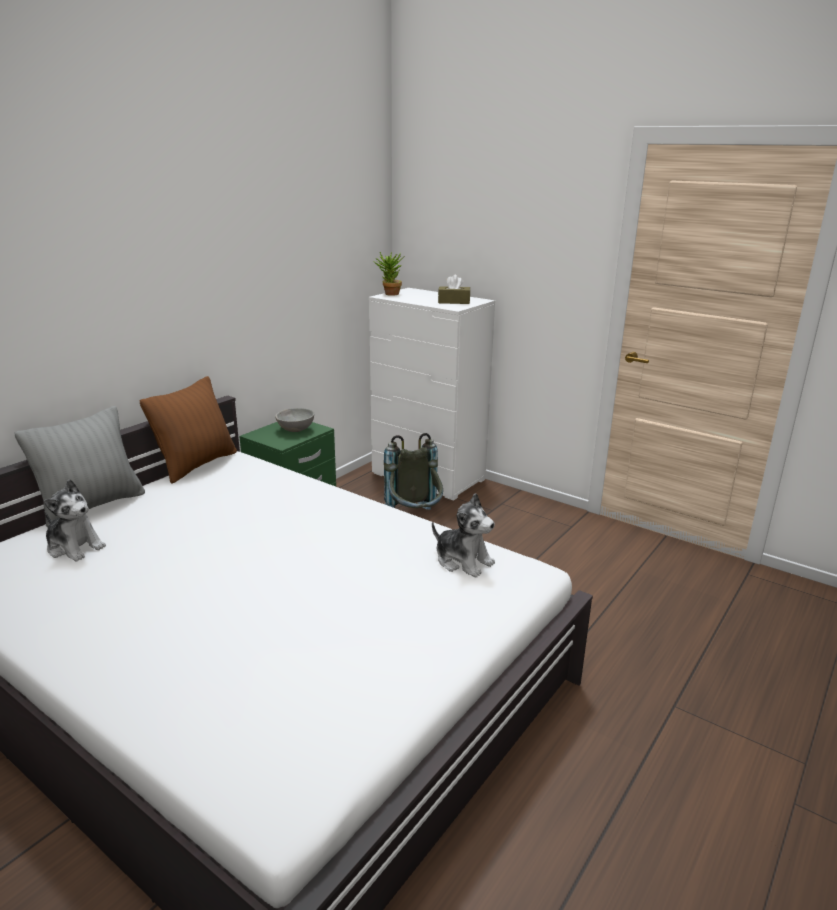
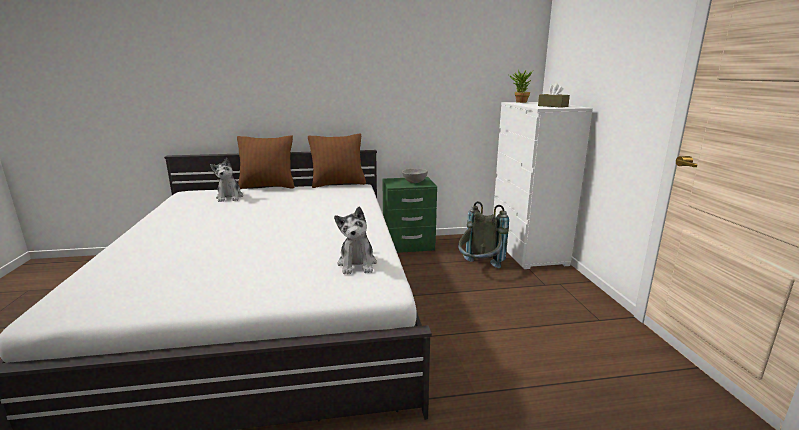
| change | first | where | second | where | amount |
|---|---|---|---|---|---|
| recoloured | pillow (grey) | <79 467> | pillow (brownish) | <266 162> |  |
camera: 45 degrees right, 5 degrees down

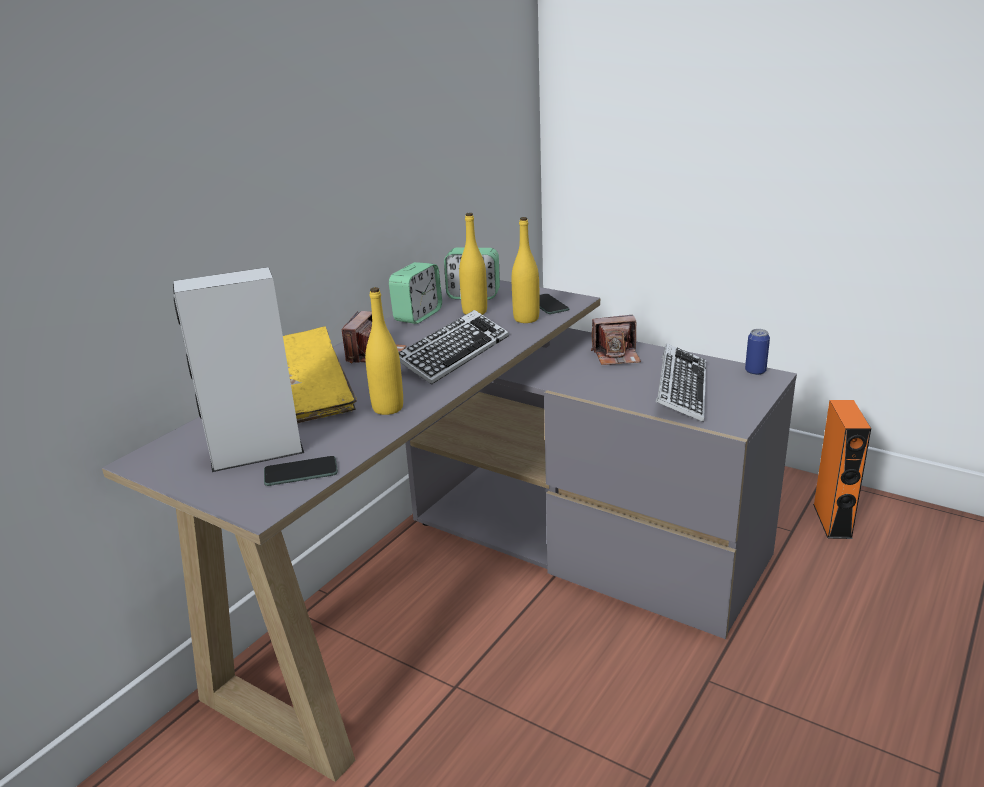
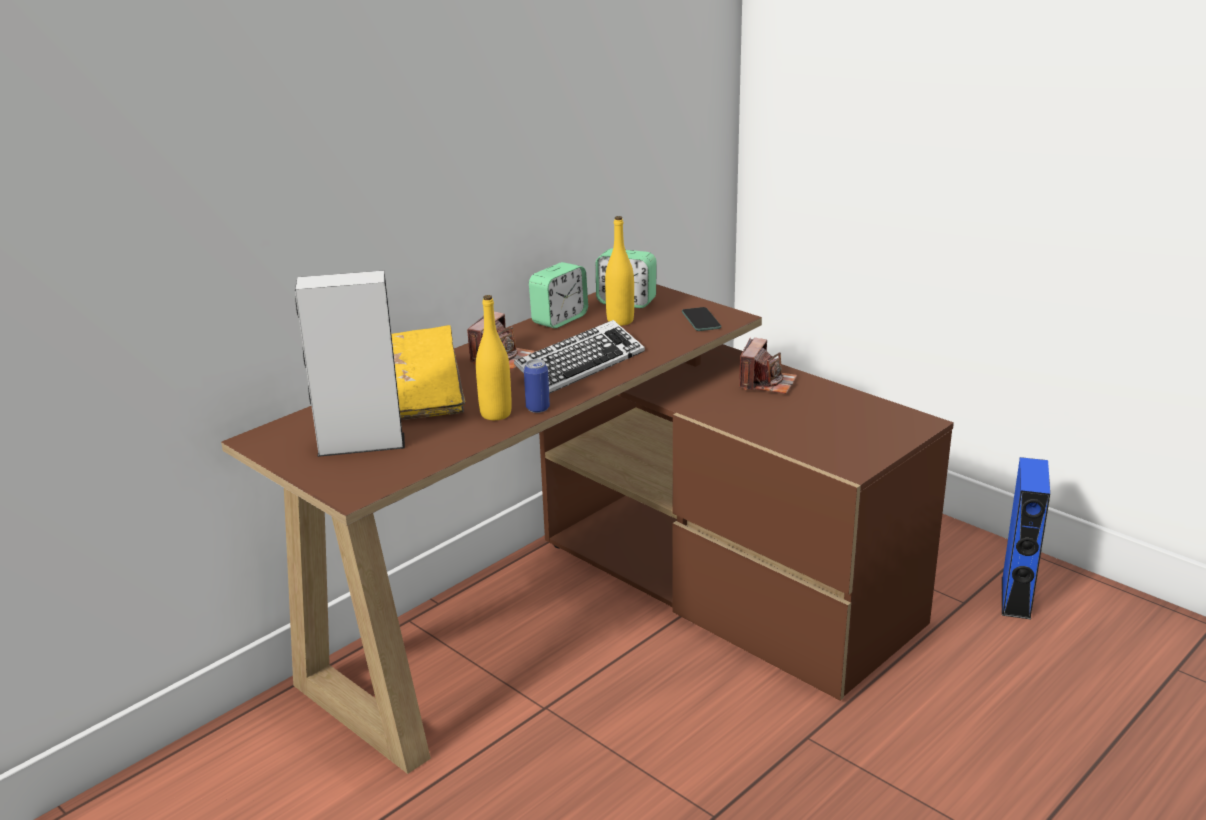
| change | first | where | second | where | amount |
|---|---|---|---|---|---|
| recoloured | desk unit (grey) | <449 531> | desk unit (brownish) | <587 529> |  |
| removed | telephone | <301 471> |  |  |  |
| removed | beverage bottle (yellow-coloured) | <526 270> |  |  |  |
| turned | photo camera | <616 340> |  | <768 366> | 75 degrees counterclockwise |
| removed | keyboard | <681 382> |  |  |  |
| moved | metal can | <757 352> |  | <537 386> |  |
| recoloured | audio speaker (orange) | <842 469> | audio speaker (blue-coloured) | <1026 538> |  |
camera: 10 degrees right, 0 degrees up

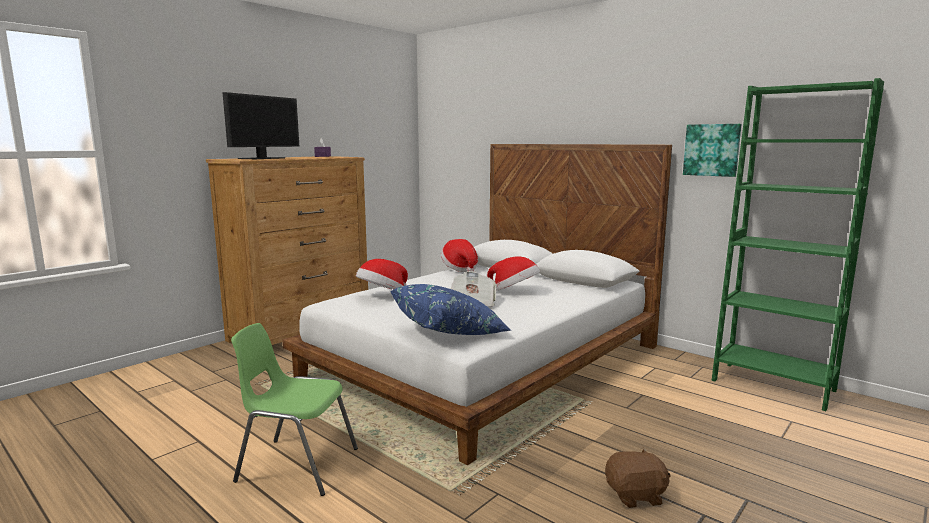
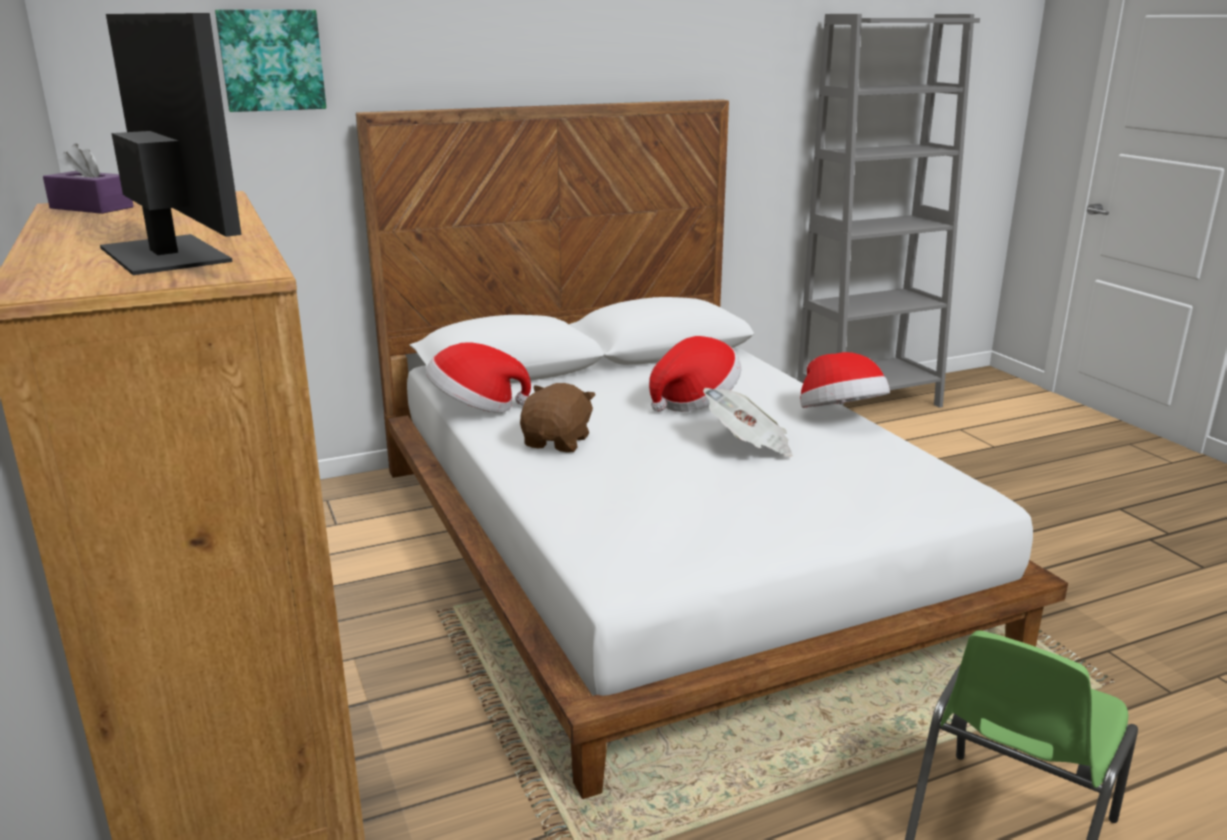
| change | first | where | second | where | amount |
|---|---|---|---|---|---|
| moved | clothing hat | <382 274> |  | <845 380> |  |
| removed | pillow (blue-coloured) | <450 309> |  |  |  |
| moved | cuddly toy (brownish) | <637 478> |  | <558 418> |  |
| moved | wall art | <712 150> |  | <270 61> |  |
| recoloured | shelving unit (green-coloured) | <798 244> | shelving unit (grey) | <888 211> |  |
camera: 65 degrees left, 10 degrees up

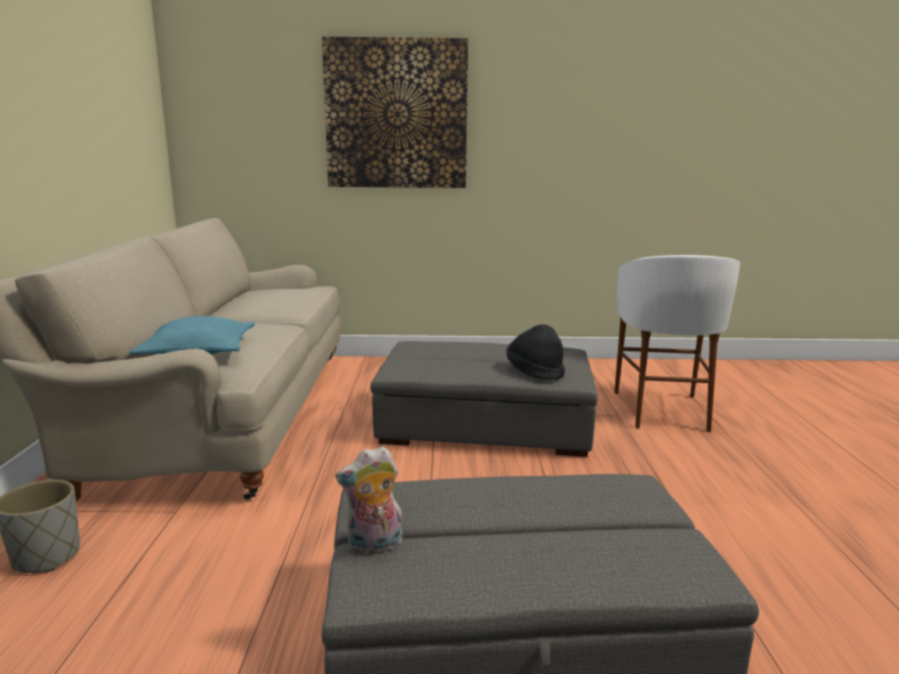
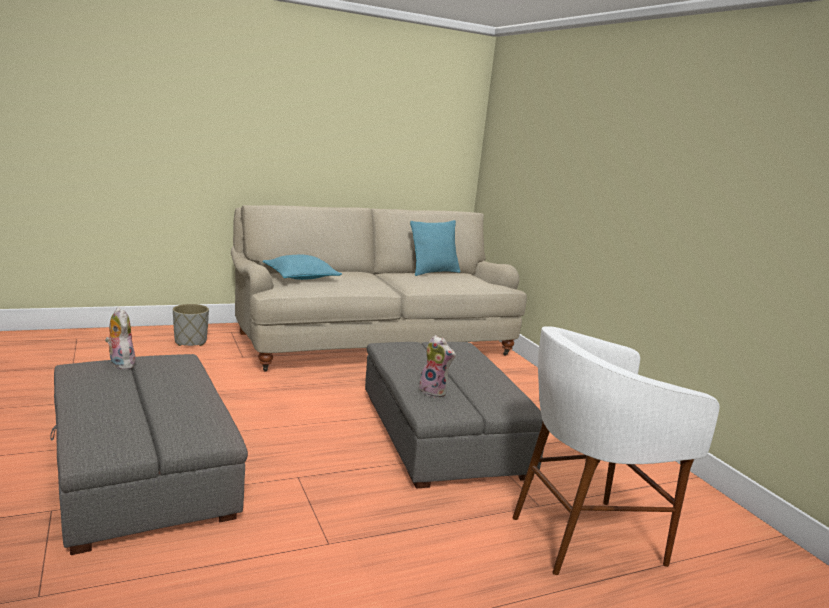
| change | first | where | second | where | amount |
|---|---|---|---|---|---|
| removed | wall art | <395 112> |  |  |  |
| replaced | clothing hat (black-coloured) | <535 352> | cuddly toy | <437 366> |  |
| added |  |  | pillow (turquoise) | <435 248> |  |
camera: 65 degrees right, 0 degrees up

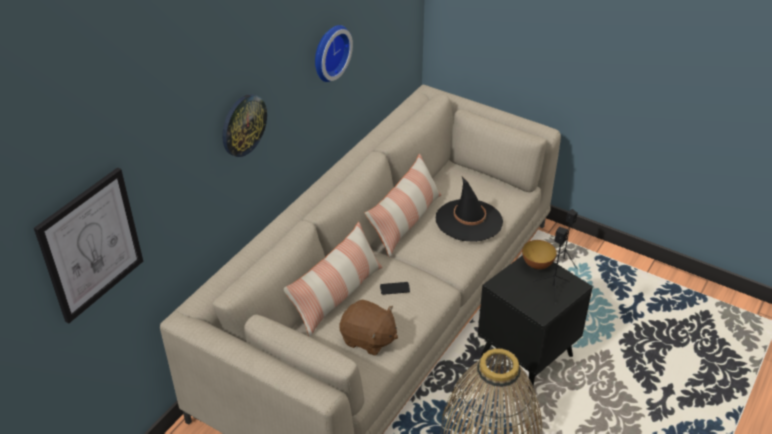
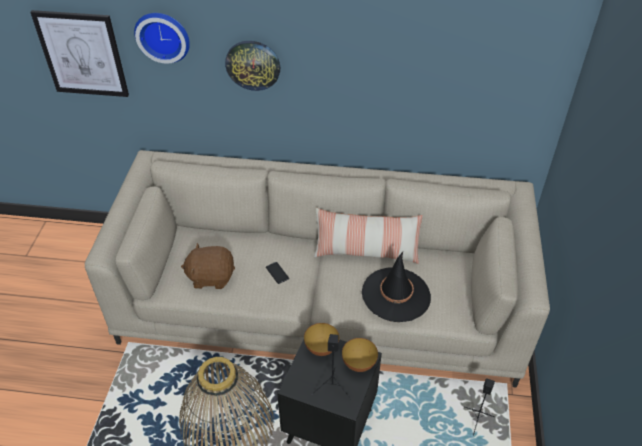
| change | first | where | second | where | amount |
|---|---|---|---|---|---|
| removed | pillow | <333 279> |  |  |  |
| moved | hanging clock | <334 53> |  | <162 38> |  |
| turned | cuddly toy (brownish) | <369 328> |  | <208 266> | 90 degrees clockwise |
| added |  |  | deep dish | <321 339> |  |
camera: 65 degrees right, 5 degrees up

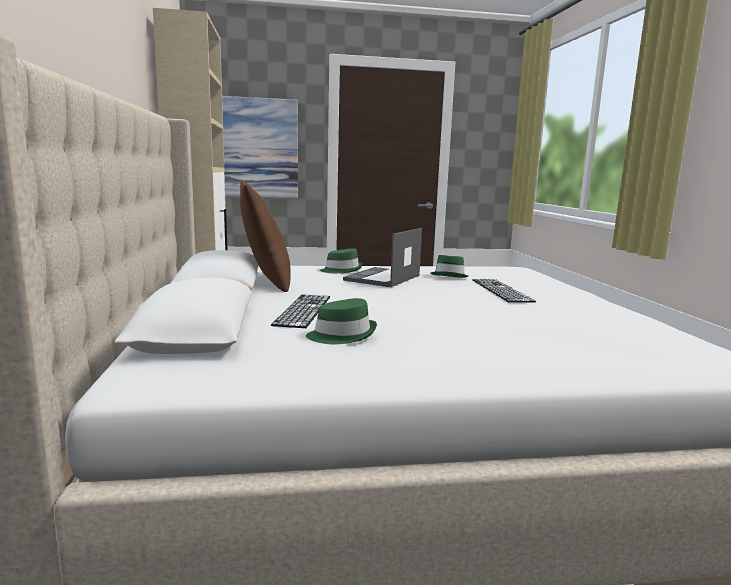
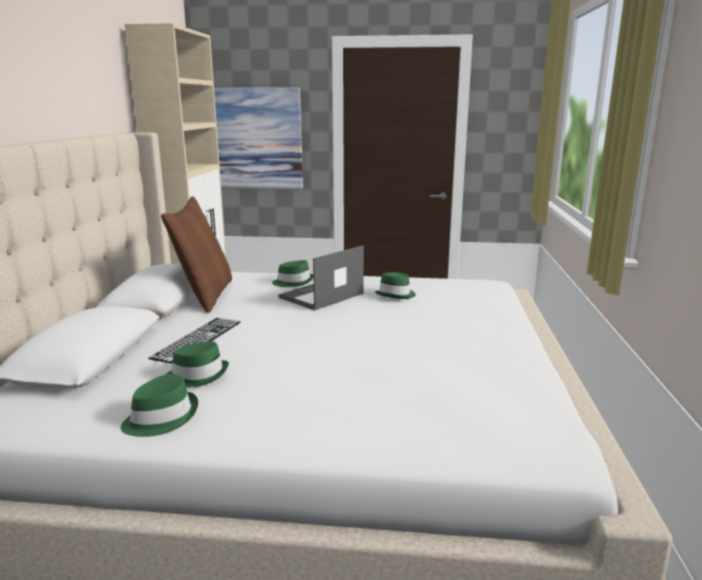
| change | first | where | second | where | amount |
|---|---|---|---|---|---|
| removed | keyboard | <504 291> |  |  |  |
| added |  |  | clothing hat (green-coloured) | <159 405> |  |
camera: 15 degrees right, 5 degrees up

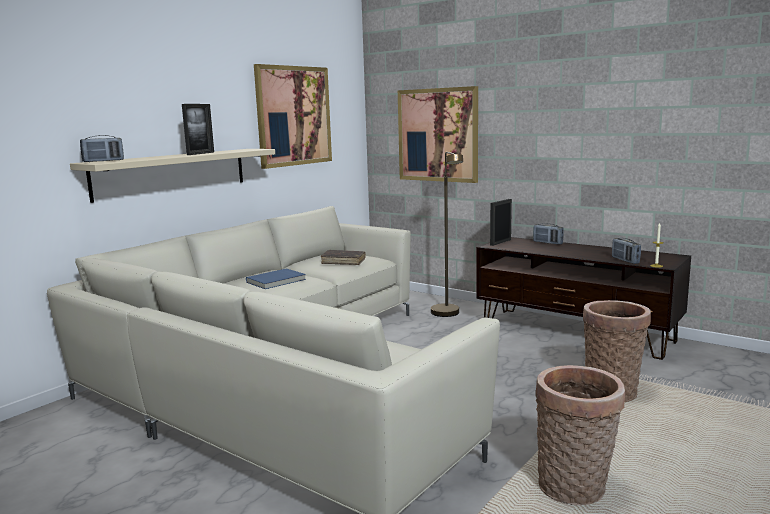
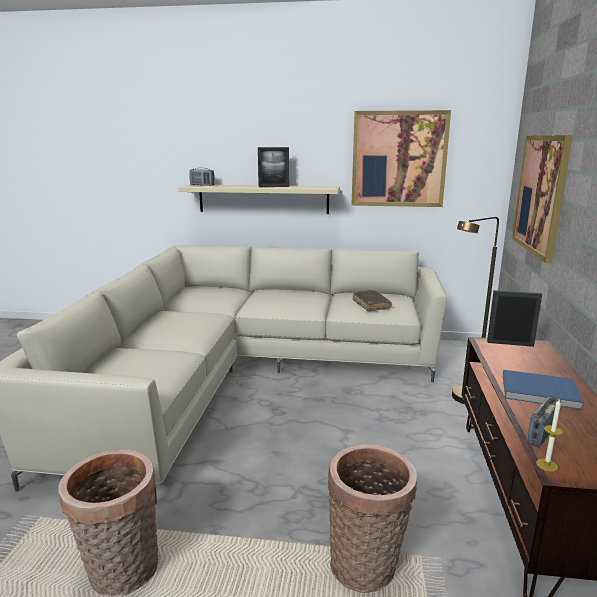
| change | first | where | second | where | amount |
|---|---|---|---|---|---|
| moved | bound book (blue-coloured) | <276 278> |  | <543 390> |  |
| removed | radio receiver | <548 234> |  |  |  |
camera: 60 degrees right, 5 degrees up

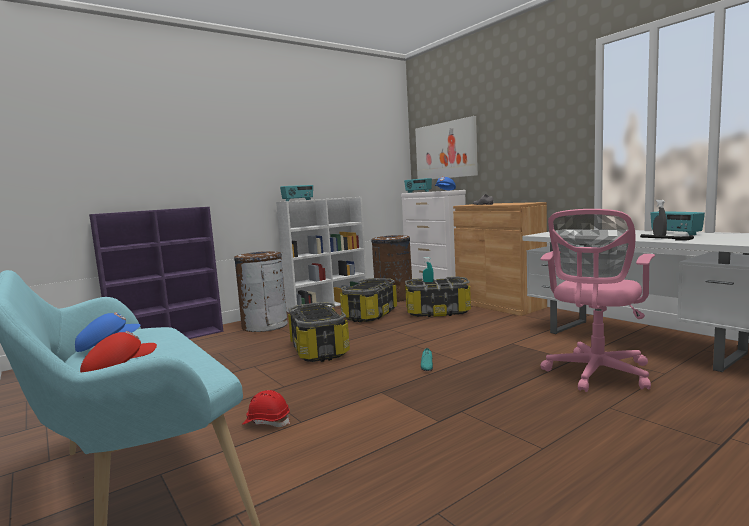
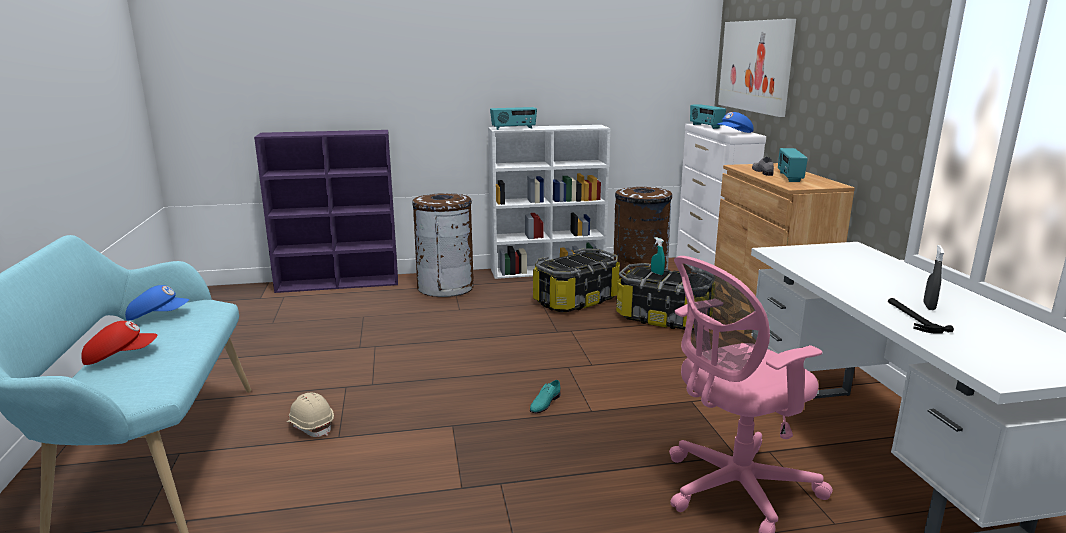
| change | first | where | second | where | amount |
|---|---|---|---|---|---|
| recoloured | work helmet (red-coloured) | <266 408> | work helmet (beige-coloured) | <310 415> |  |
| removed | storage box | <319 332> |  |  |  |
| moved | radio receiver | <678 223> |  | <793 165> |  |
camera: 25 degrees right, 10 degrees up

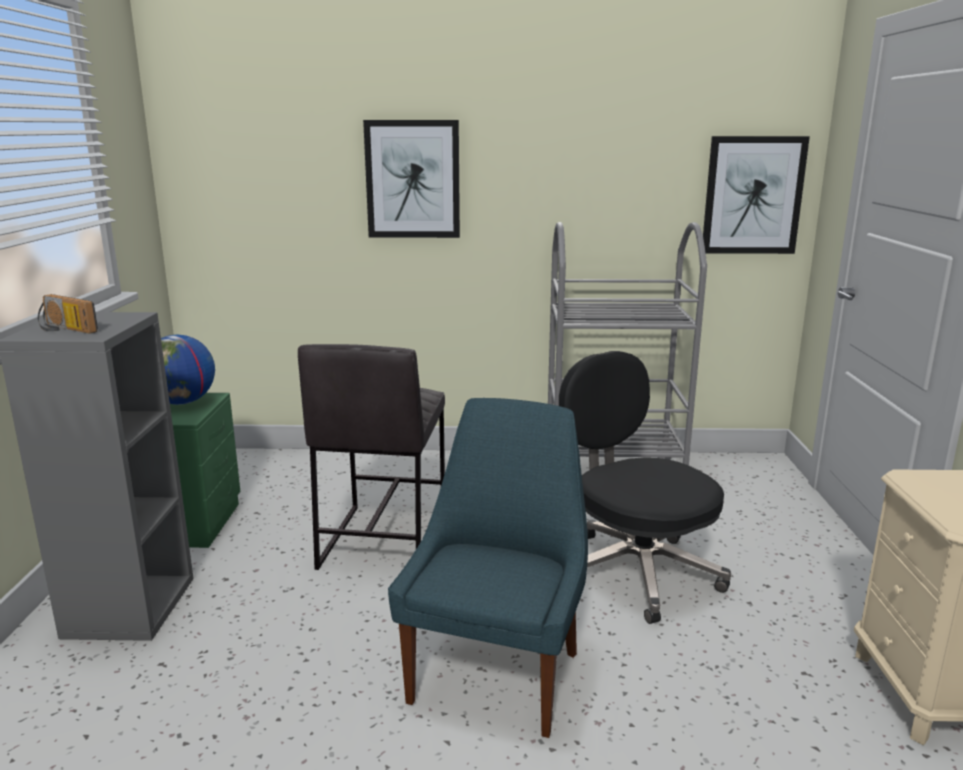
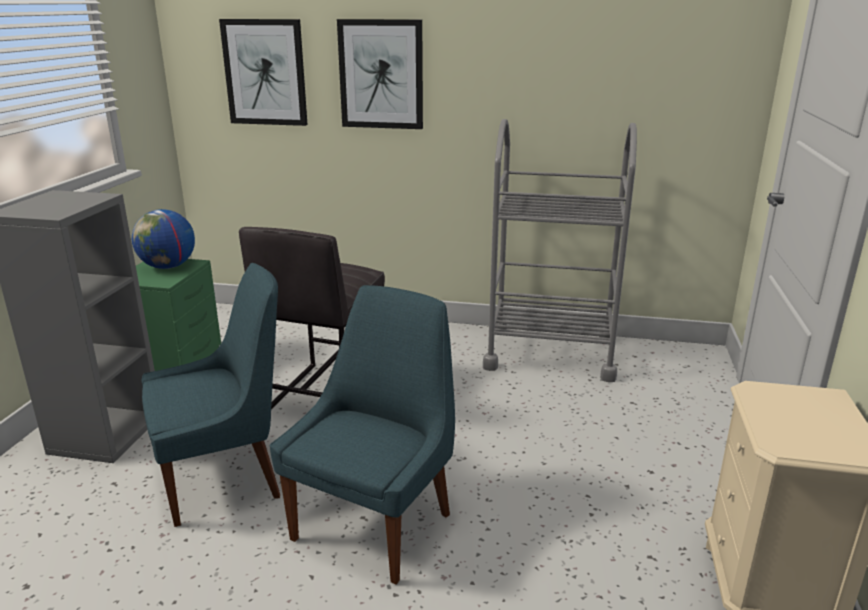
| change | first | where | second | where | amount |
|---|---|---|---|---|---|
| removed | radio receiver | <68 314> |  |  |  |
| removed | office chair (black-coloured) | <645 487> |  |  |  |
| moved | wall art | <756 195> |  | <263 72> |  |
| added |  |  | chair (blue-coloured) | <211 395> |  |
camera: 10 degrees right, 5 degrees up

